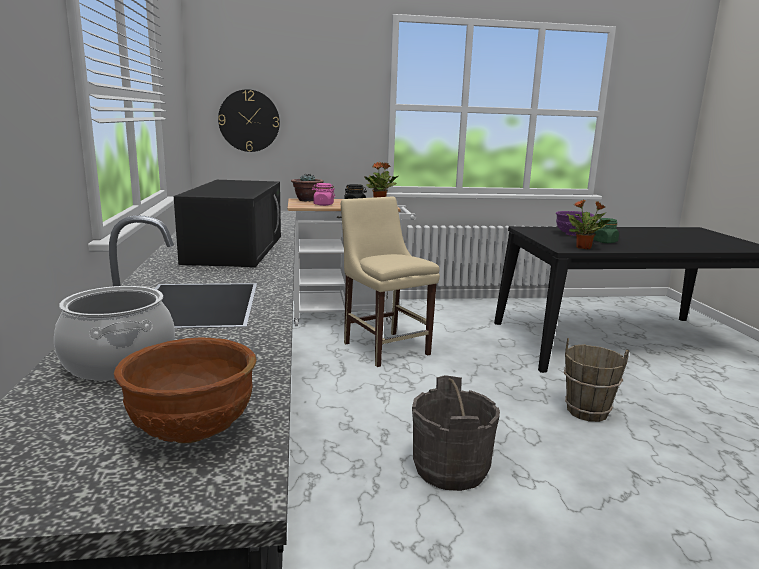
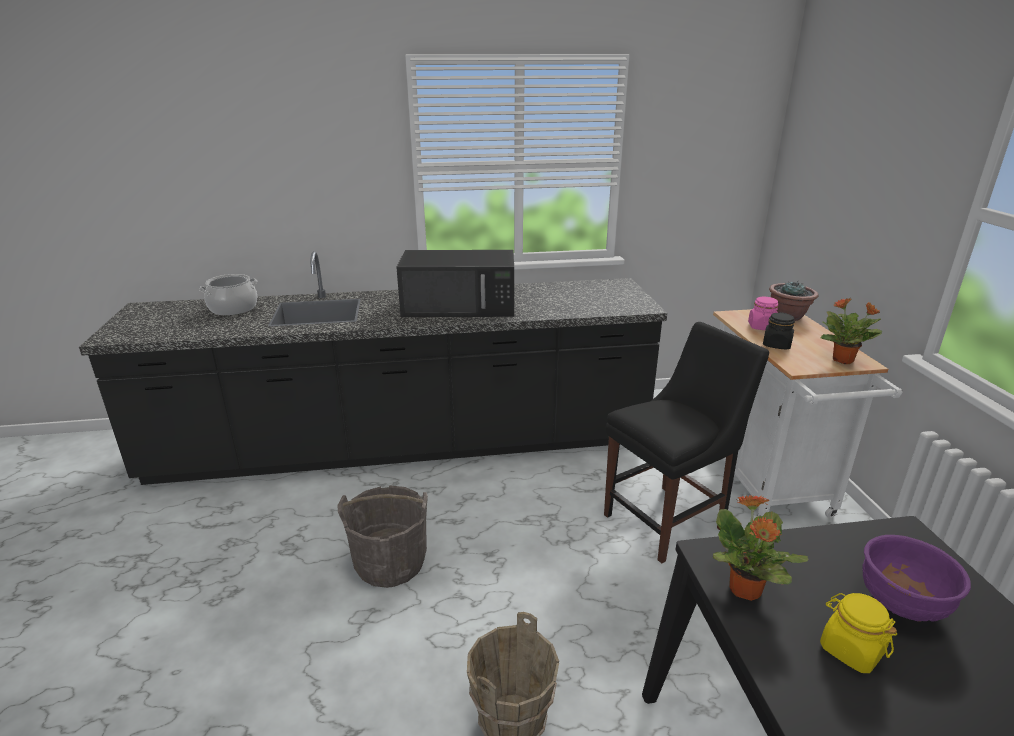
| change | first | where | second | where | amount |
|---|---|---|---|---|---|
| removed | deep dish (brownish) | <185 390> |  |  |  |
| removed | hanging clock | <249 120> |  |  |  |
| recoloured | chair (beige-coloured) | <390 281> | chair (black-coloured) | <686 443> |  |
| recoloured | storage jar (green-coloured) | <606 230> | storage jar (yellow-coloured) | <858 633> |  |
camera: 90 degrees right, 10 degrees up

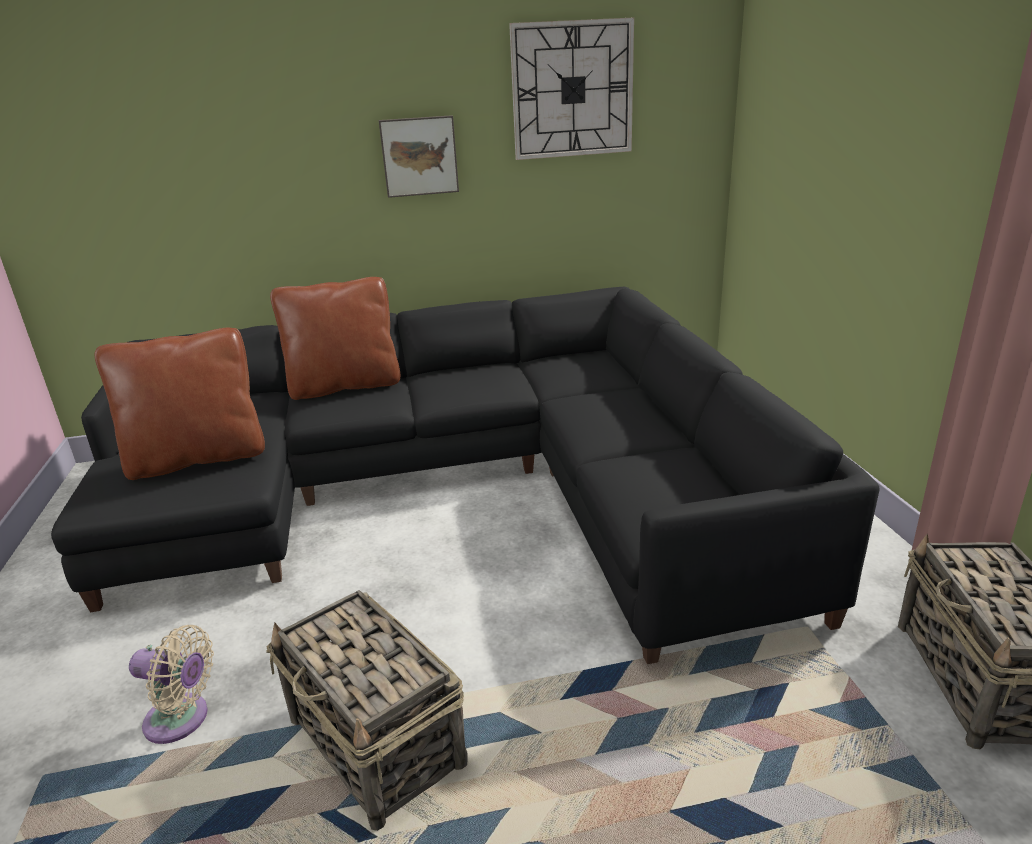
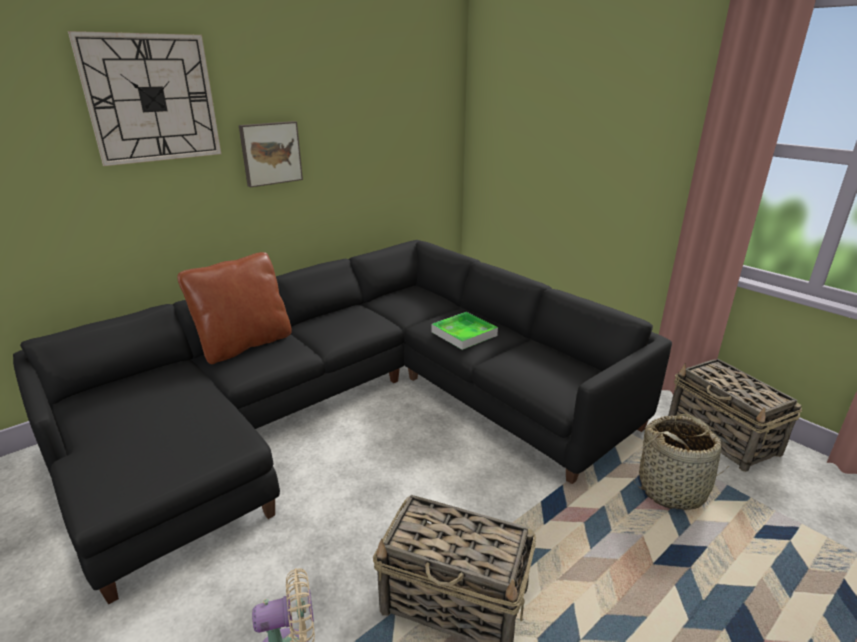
| change | first | where | second | where | amount |
|---|---|---|---|---|---|
| removed | pillow (brownish) | <180 404> |  |  |  |
| moved | hanging clock | <571 89> |  | <144 98> |  |
| added |  |  | serving tray | <464 331> |  |
| added |  |  | household basket | <681 462> |  |
camera: 30 degrees left, 0 degrees up

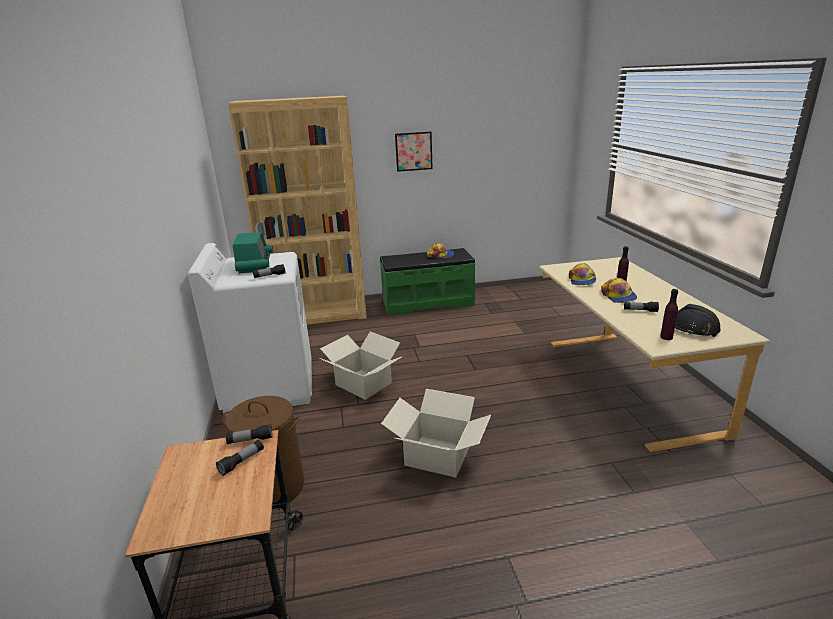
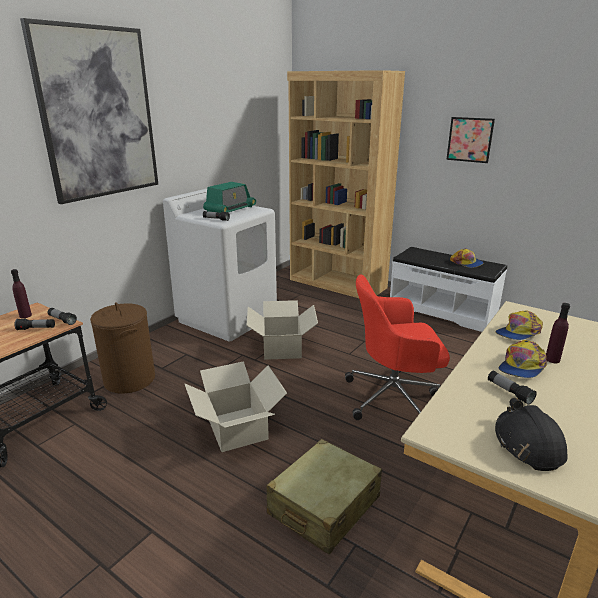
| change | first | where | second | where | amount |
|---|---|---|---|---|---|
| recoloured | long seat (green-coloured) | <427 282> | long seat (whitish) | <448 289> |  |
| moved | beverage bottle (purple-coloured) | <669 314> |  | <21 293> |  |
| added |  |  | wall art | <89 111> |  |
| added |  |  | suitcase (beige-coloured) | <324 496> |  |
| added |  |  | office chair (red-coloured) | <397 347> |  |
camera: 45 degrees right, 0 degrees up

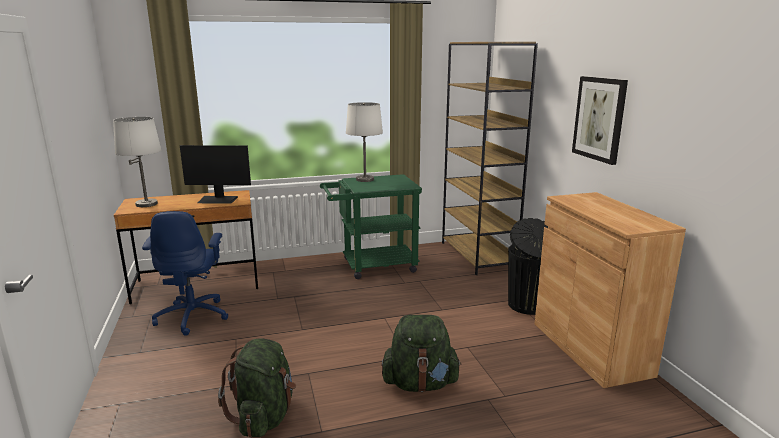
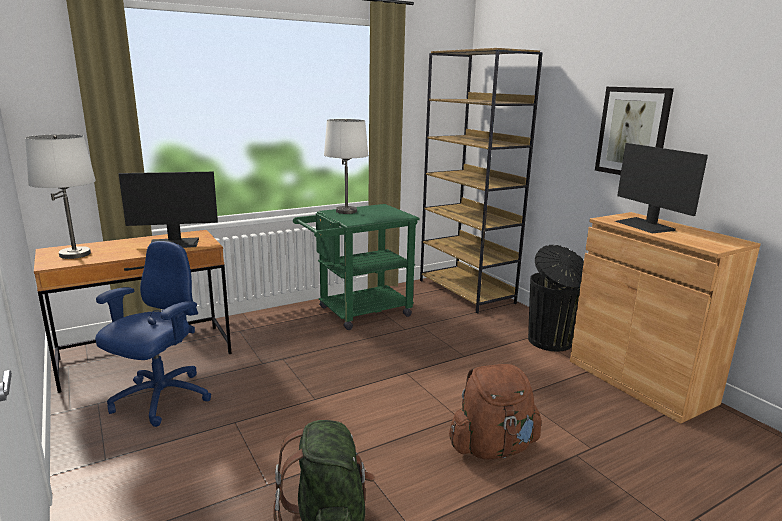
| change | first | where | second | where | amount |
|---|---|---|---|---|---|
| turned | office chair (blue-coloured) | <185 273> |  | <153 334> | 135 degrees counterclockwise |
| recoloured | rucksack (green-coloured) | <421 353> | rucksack (brownish) | <495 411> |  |
| added |  |  | computer screen | <661 188> |  |
camera: 15 degrees left, 0 degrees up

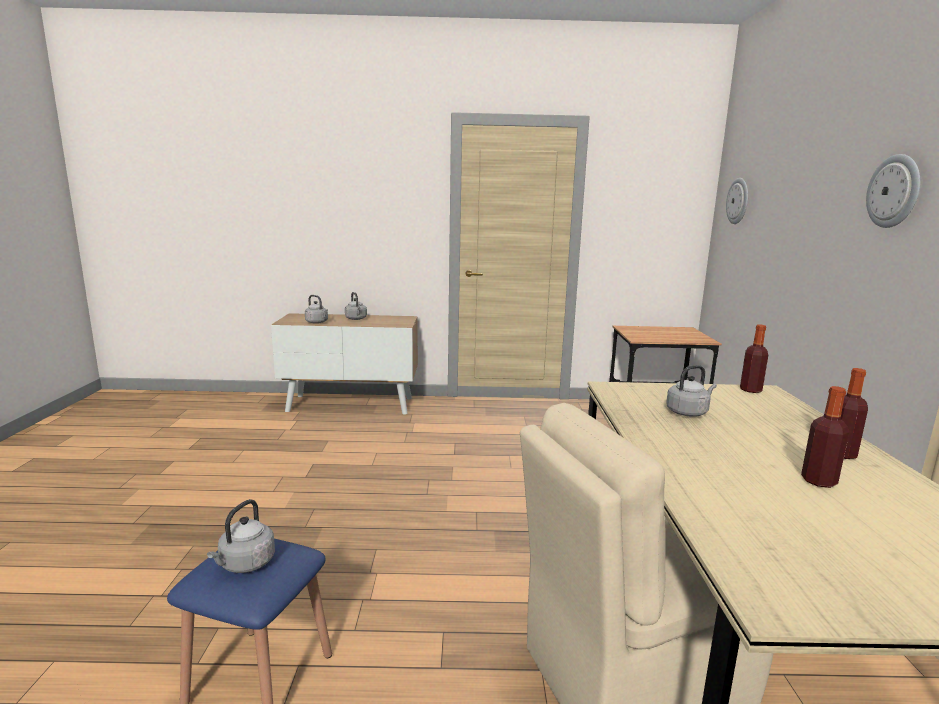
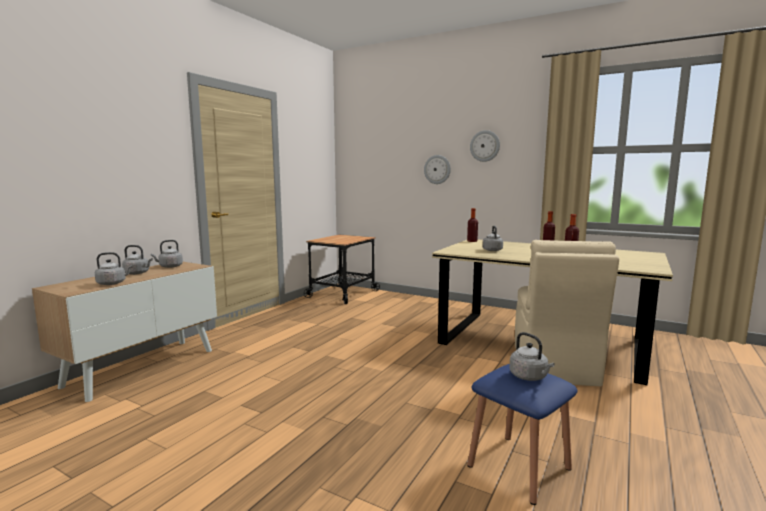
| change | first | where | second | where | amount |
|---|---|---|---|---|---|
| moved | hanging clock | <737 201> |  | <437 169> |  |
| added |  |  | tea kettle (grey) | <167 254> |  |
camera: 60 degrees left, 5 degrees down

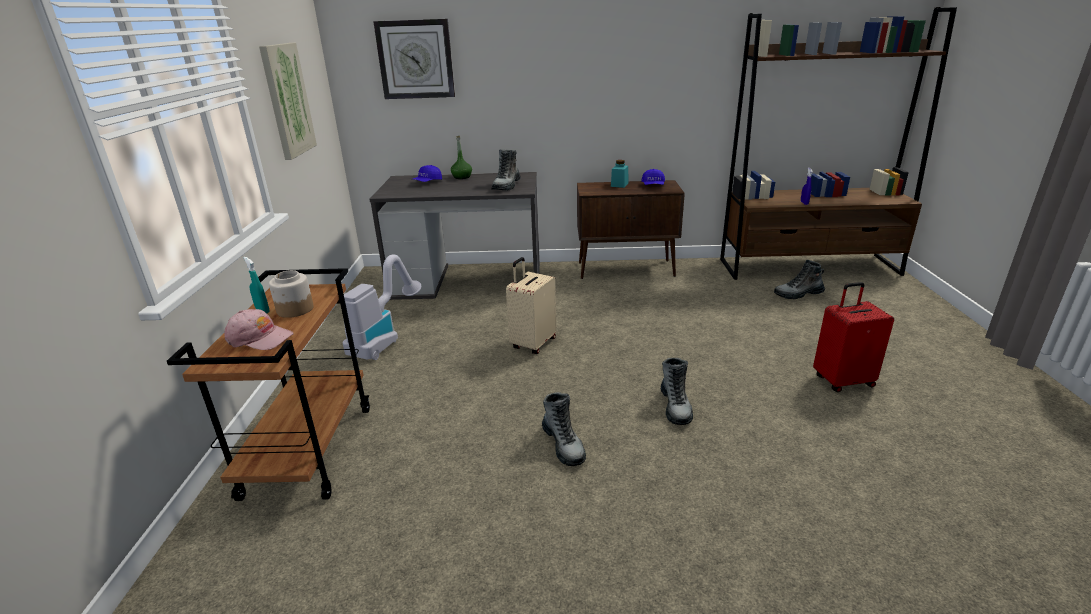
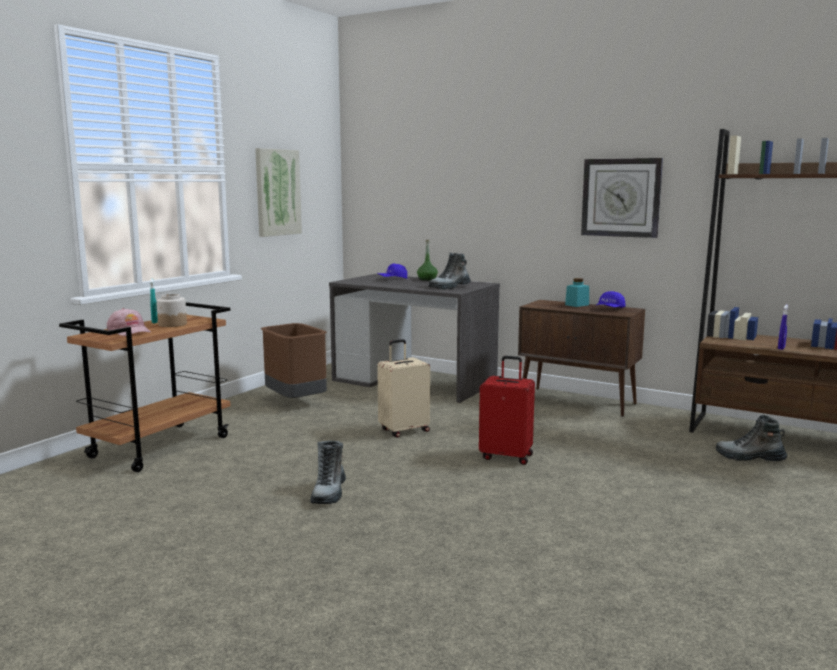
| change | first | where | second | where | amount |
|---|---|---|---|---|---|
| replaced | vacuum | <382 307> | trash can (brownish) | <294 360> |  |
| moved | hanging clock | <414 59> |  | <622 198> |  |
| removed | boot | <677 391> |  |  |  |
| moved | suitcase (red-coloured) | <853 337> |  | <507 410> |  |
camera: 30 degrees right, 15 degrees down

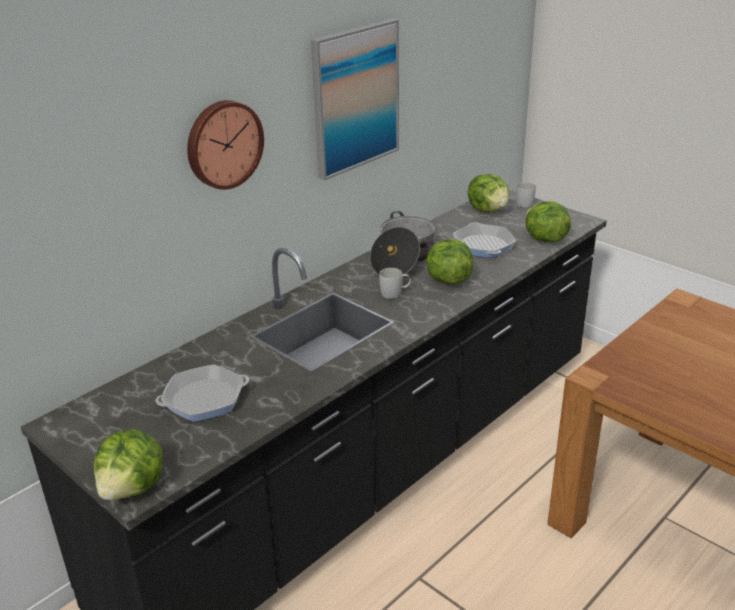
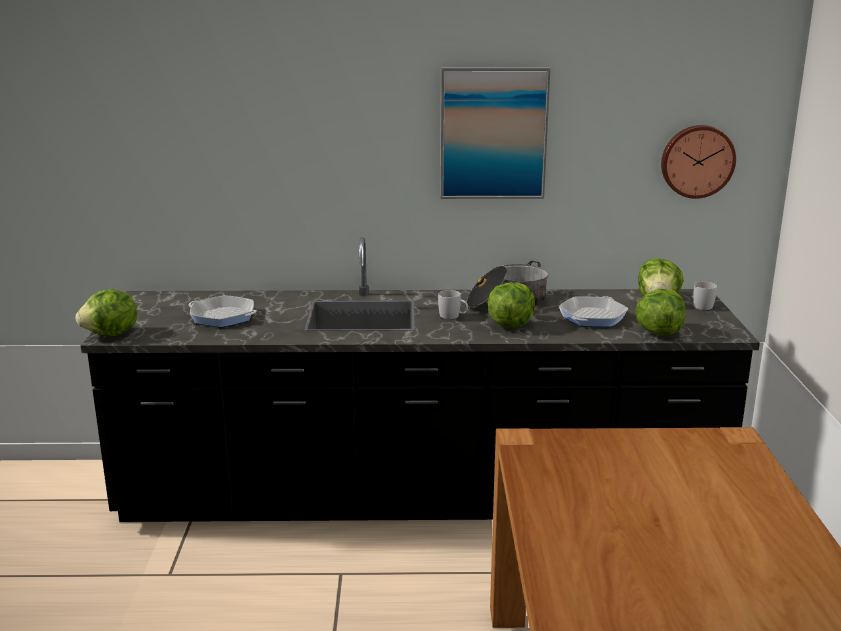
| change | first | where | second | where | amount |
|---|---|---|---|---|---|
| moved | hanging clock | <225 145> |  | <698 162> |  |
camera: 45 degrees right, 10 degrees down

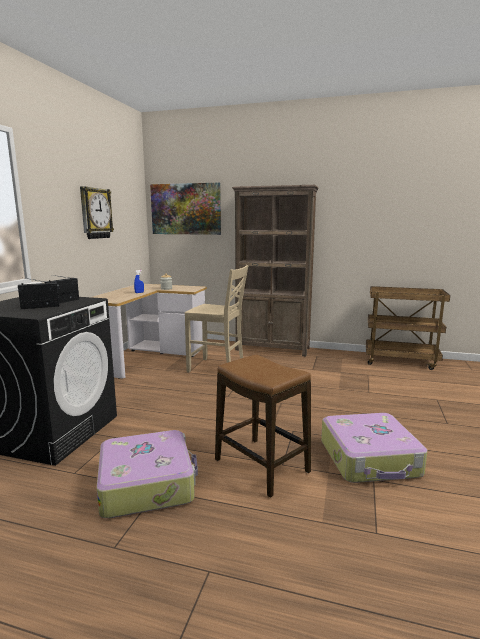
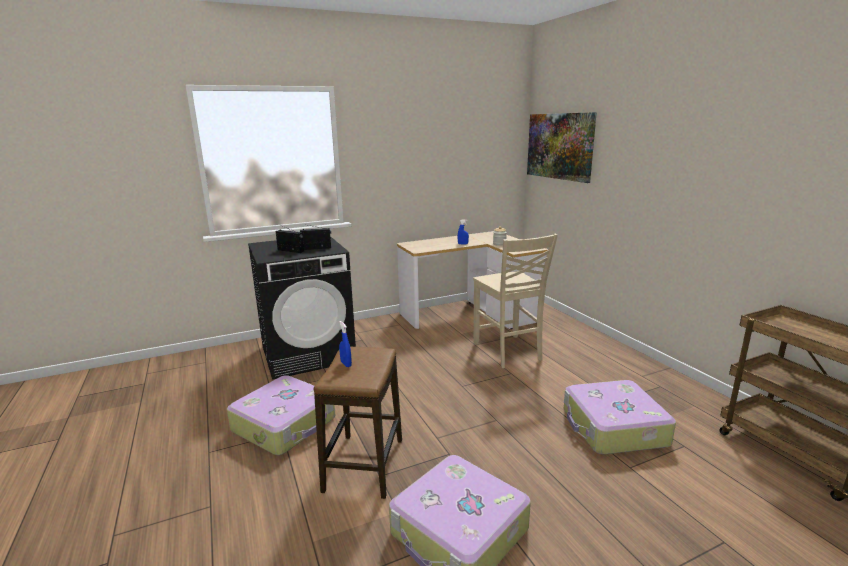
| change | first | where | second | where | amount |
|---|---|---|---|---|---|
| removed | hanging clock | <97 212> |  |  |  |
| removed | shelving unit (brownish) | <275 270> |  |  |  |
| added |  |  | spray bottle (blue-coloured) | <345 344> |  |
| added |  |  | suitcase | <620 417> |  |
camera: 50 degrees right, 5 degrees up

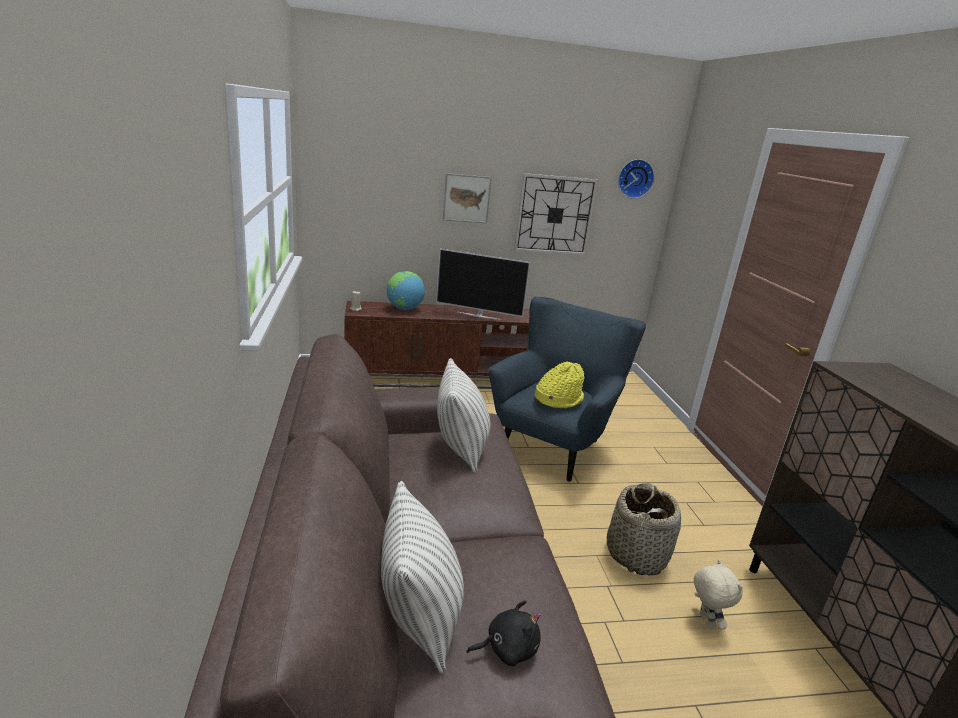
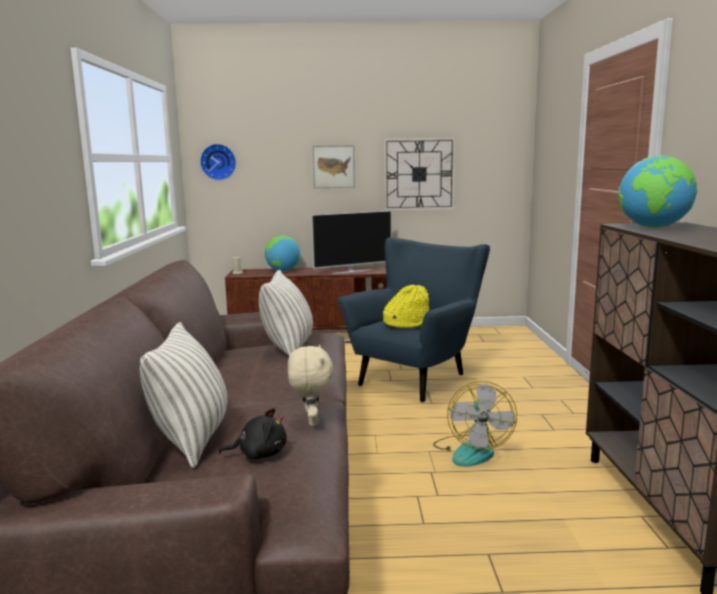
| change | first | where | second | where | amount |
|---|---|---|---|---|---|
| turned | TV set | <483 284> |  | <351 242> | 45 degrees counterclockwise |
| replaced | household basket | <644 529> | electric fan | <475 424> |  |
| moved | hanging clock | <636 179> |  | <218 162> |  |
| moved | cuddly toy (beige-coloured) | <718 595> |  | <310 385> |  |
| added |  |  | globe | <657 192> |  |
camera: 10 degrees right, 10 degrees down

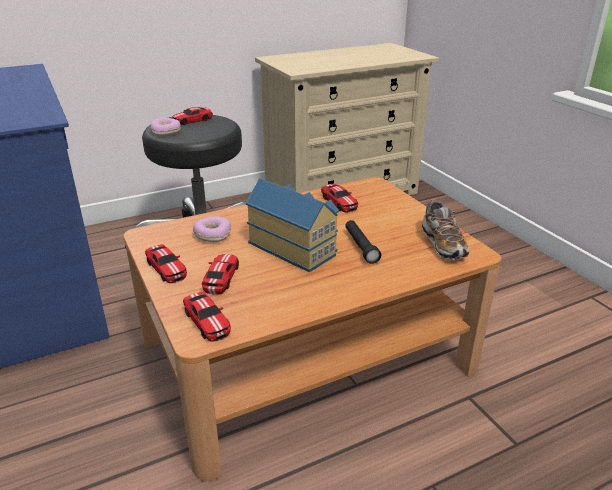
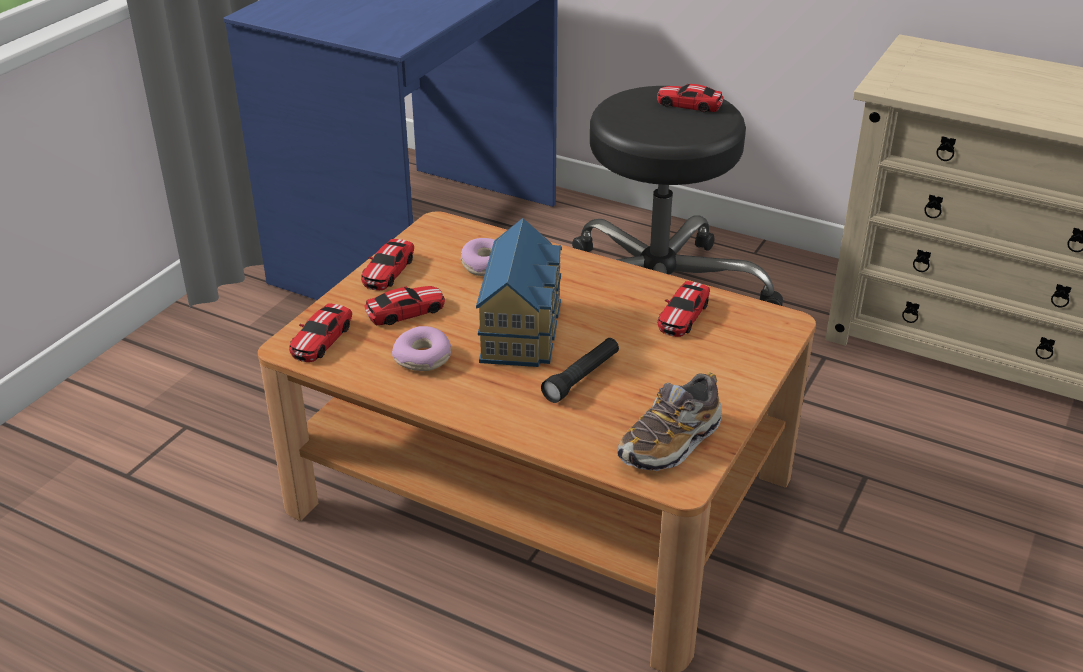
| change | first | where | second | where | amount |
|---|---|---|---|---|---|
| moved | doughnut | <165 127> |  | <421 348> |  |
camera: 55 degrees right, 5 degrees up

